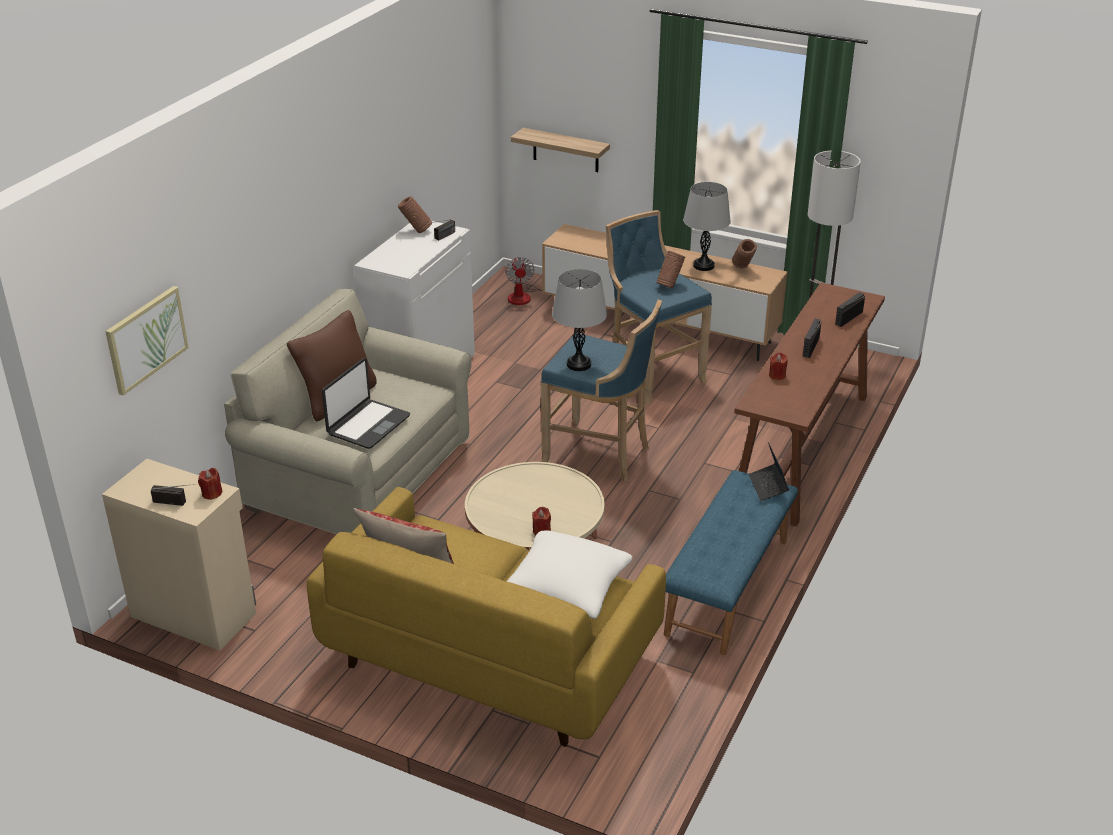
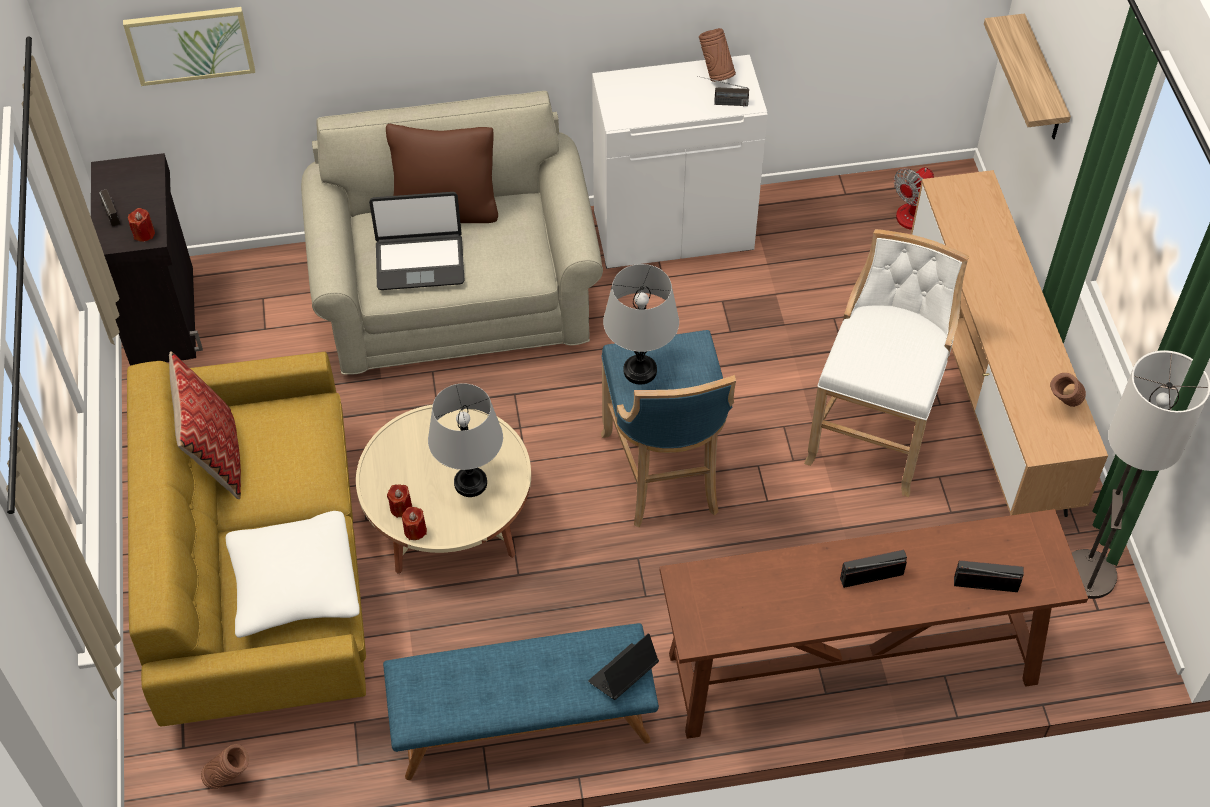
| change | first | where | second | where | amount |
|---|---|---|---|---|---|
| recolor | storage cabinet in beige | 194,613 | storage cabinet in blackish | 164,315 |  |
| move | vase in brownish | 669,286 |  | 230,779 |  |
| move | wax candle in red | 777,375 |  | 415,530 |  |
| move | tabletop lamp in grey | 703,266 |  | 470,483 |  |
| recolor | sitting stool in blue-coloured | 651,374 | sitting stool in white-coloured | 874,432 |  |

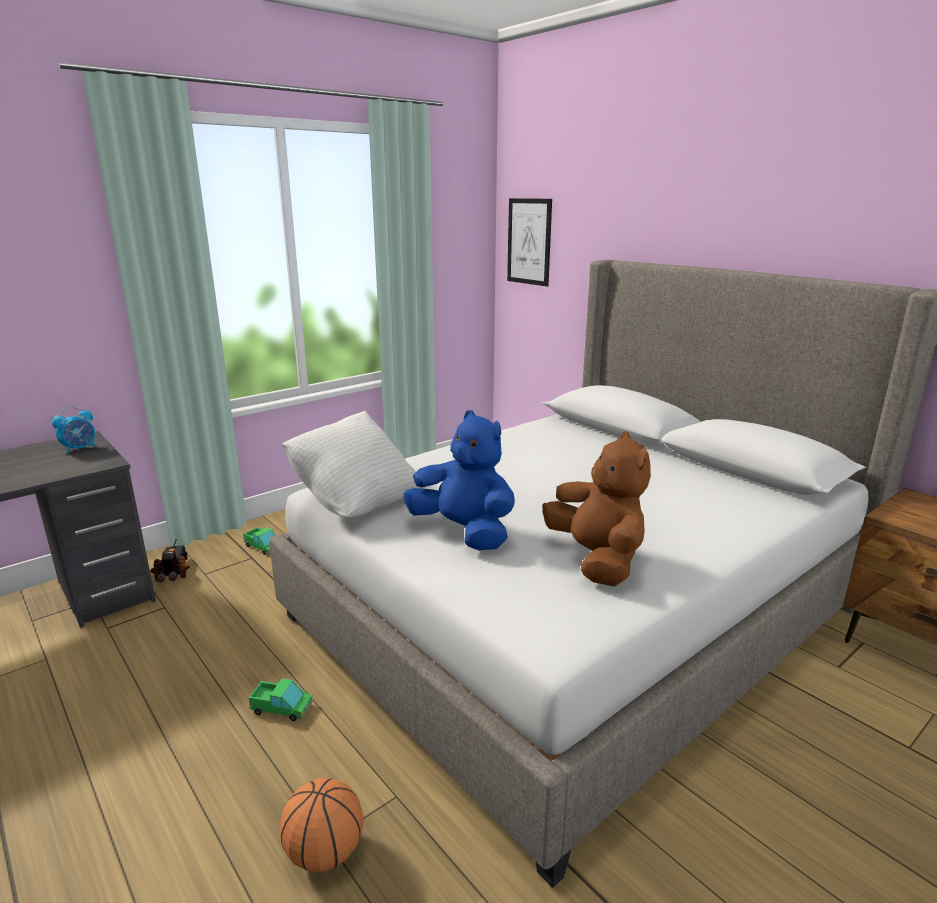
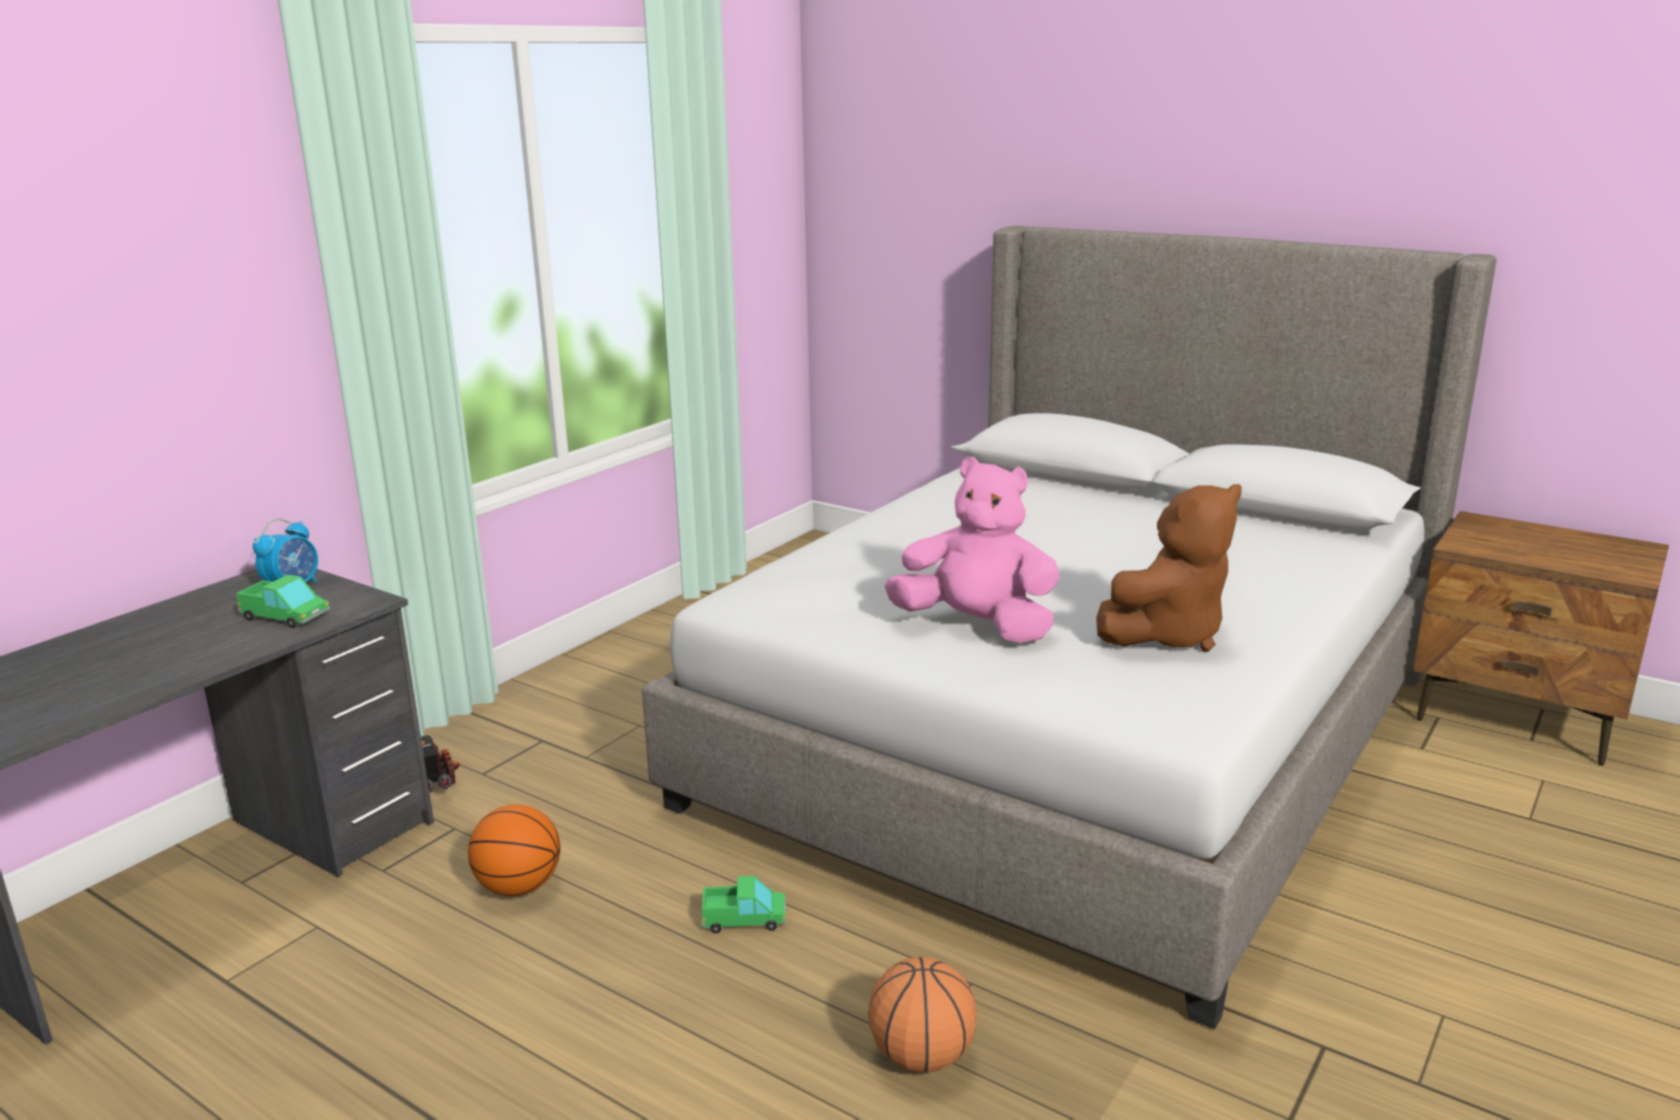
| change | first | where | second | where | amount |
|---|---|---|---|---|---|
| move | model truck | 263,547 |  | 285,616 |  |
| insert |  |  | ball for basketball | 519,887 |  |
| recolor | plush toy in blue-coloured | 464,532 | plush toy in pink-coloured | 977,626 |  |
| rotate | plush toy in brownish | 596,560 |  | 1167,635 | 90 degrees clockwise |
| delete | pillow in white-coloured | 356,500 |  |  |  |
| delete | wall art | 529,241 |  |  |  |

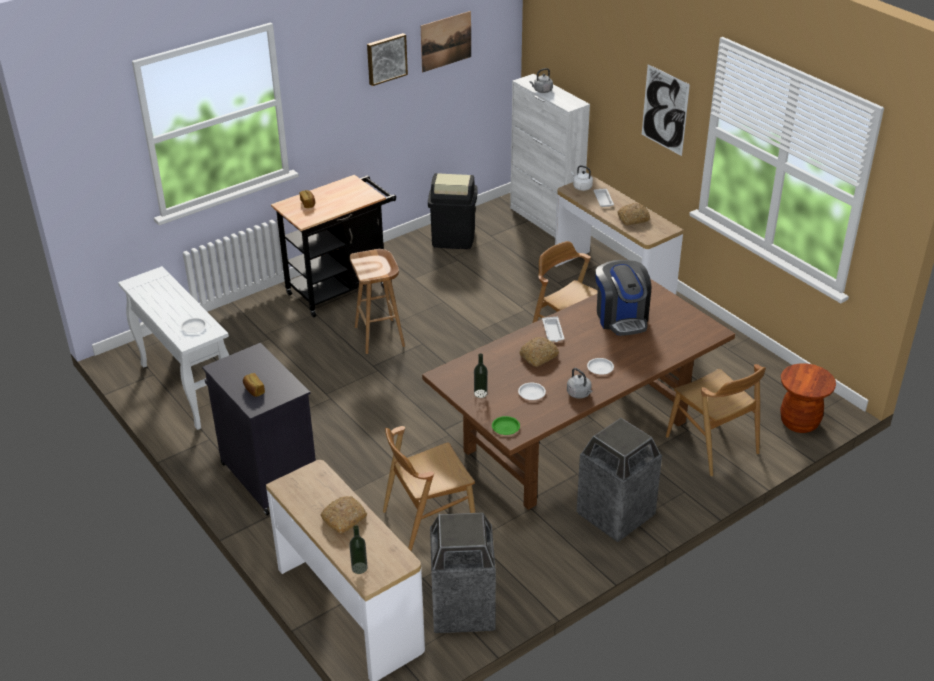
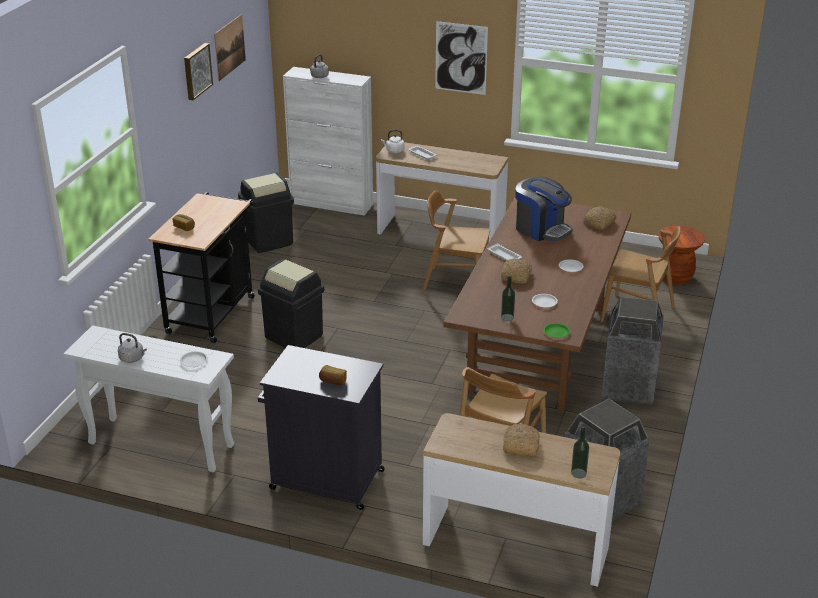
| change | first | where | second | where | amount |
|---|---|---|---|---|---|
| move | tea kettle in grey | 579,394 |  | 133,358 |  |
| replace | sitting stool in brownish | 380,336 | waste bin in blackish | 294,336 |  |
| move | baked bread | 633,219 |  | 599,223 |  |

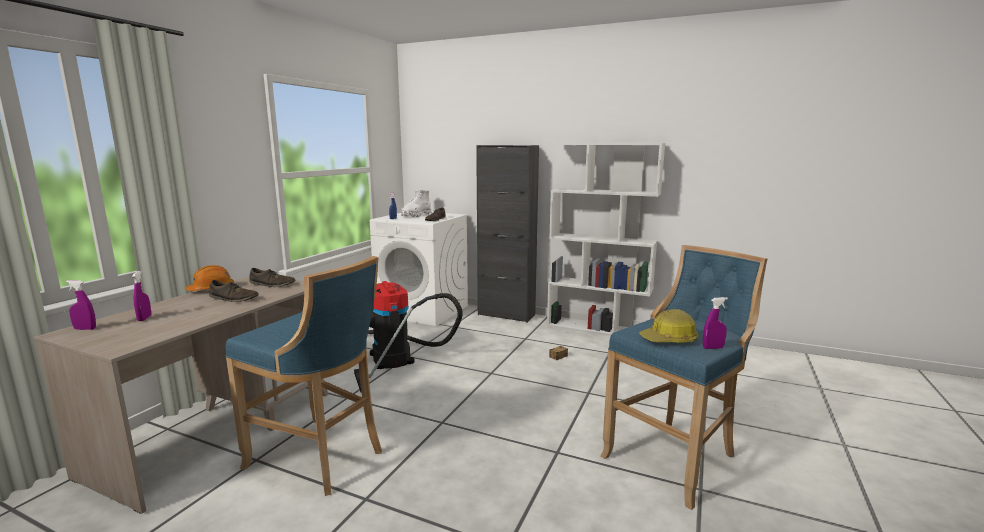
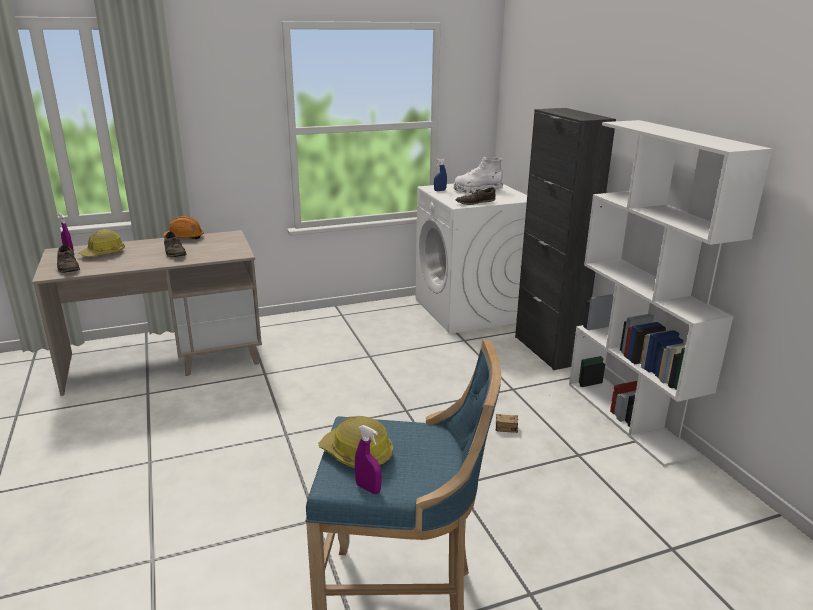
| change | first | where | second | where | amount |
|---|---|---|---|---|---|
| move | item of footwear in brownish | 272,284 |  | 68,267 |  |
| replace | spray bottle in purplish | 144,318 | work helmet | 104,253 |  |
| delete | sitting stool in blue-coloured | 320,458 |  |  |  |
| delete | hoover | 389,356 |  |  |  |

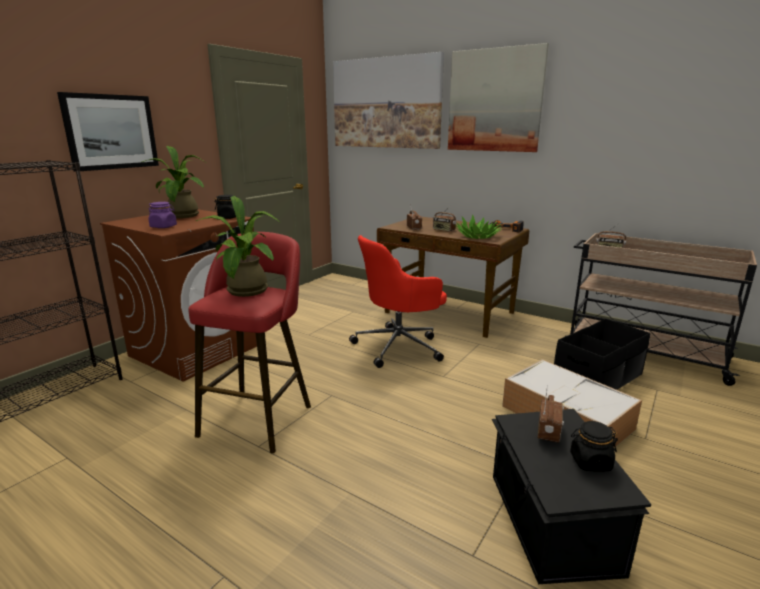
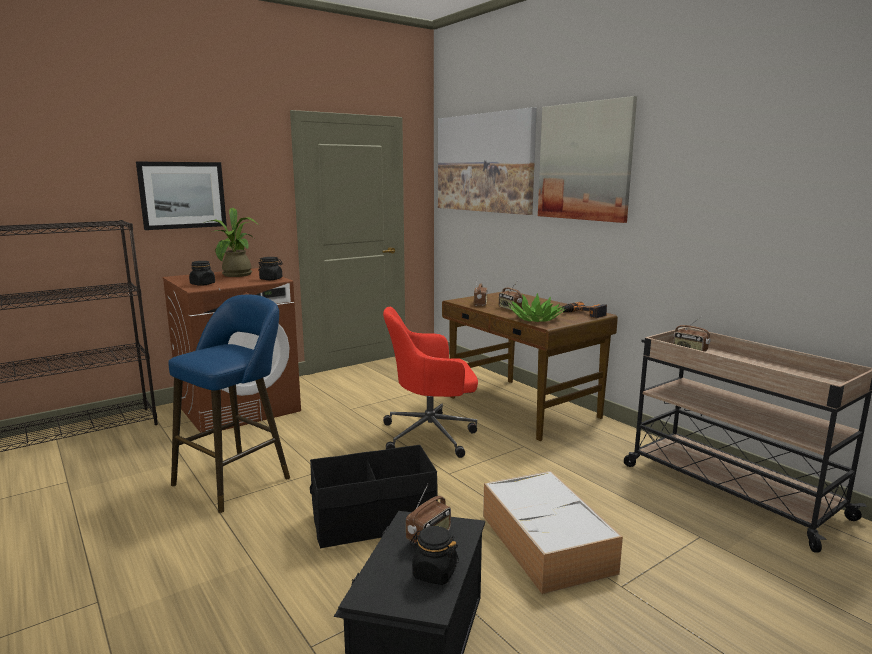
| change | first | where | second | where | amount |
|---|---|---|---|---|---|
| recolor | sitting stool in red | 259,417 | sitting stool in blue-coloured | 237,479 |  |
| recolor | storage jar in purplish | 163,227 | storage jar in blackish | 203,284 |  |
| move | storage bin in blackish | 598,379 |  | 374,521 |  |
| delete | plant in a pot | 246,292 |  |  |  |

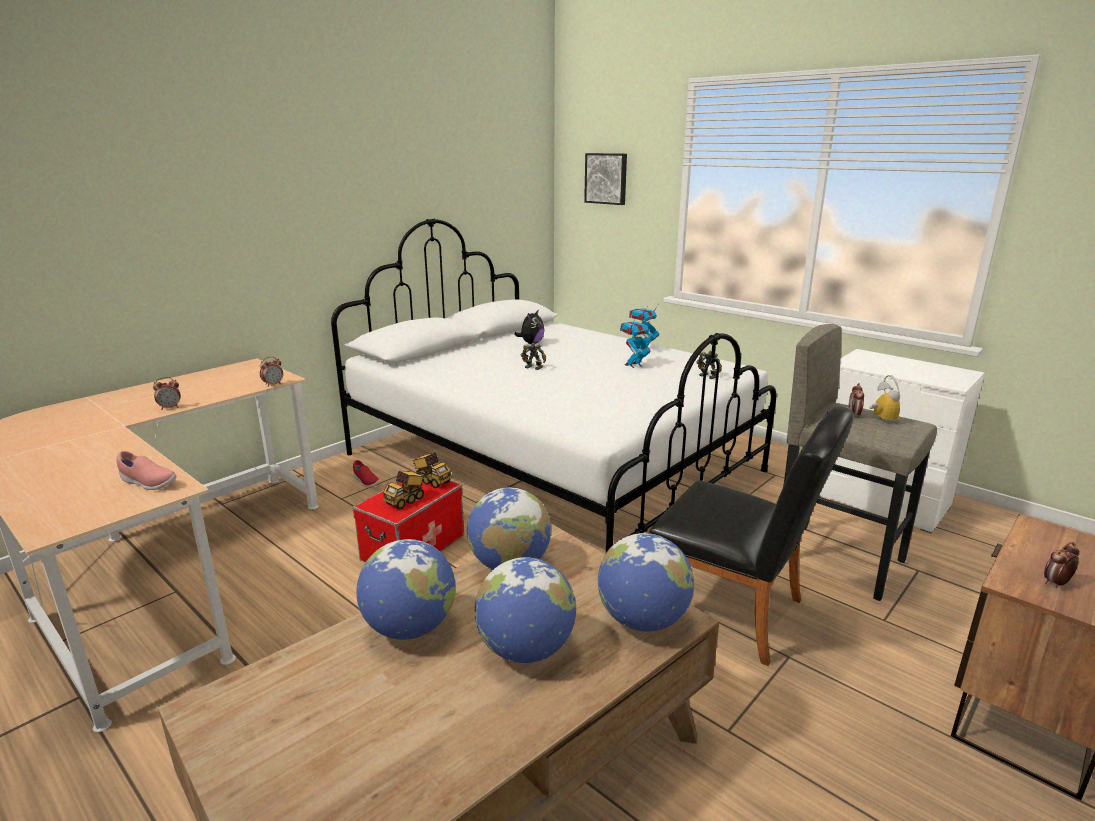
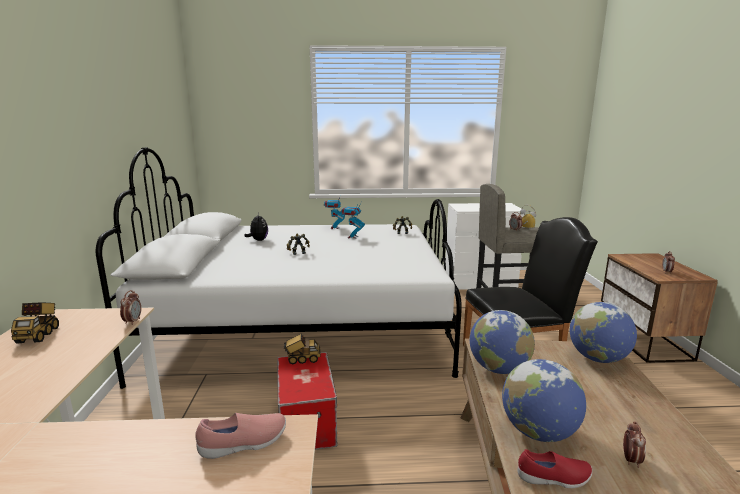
| change | first | where | second | where | amount |
|---|---|---|---|---|---|
| move | model truck | 405,501 |  | 39,335 |  |
| move | item of footwear in red | 366,482 |  | 554,479 |  |
| move | alarm clock | 170,407 |  | 631,460 |  |
| delete | world globe | 526,649 |  |  |  |
| delete | wall art | 606,178 |  |  |  |

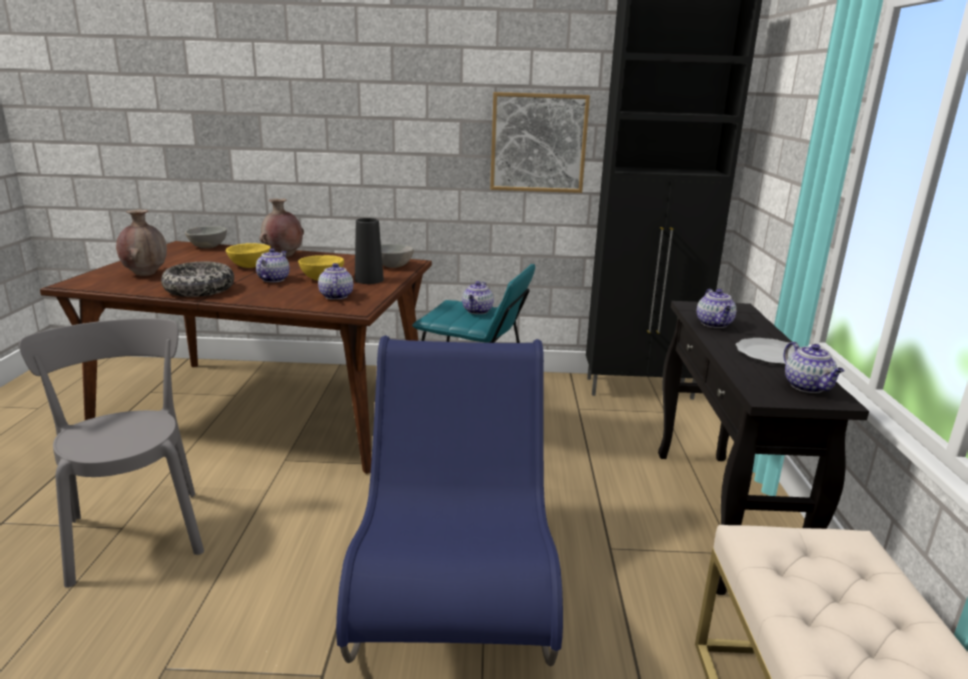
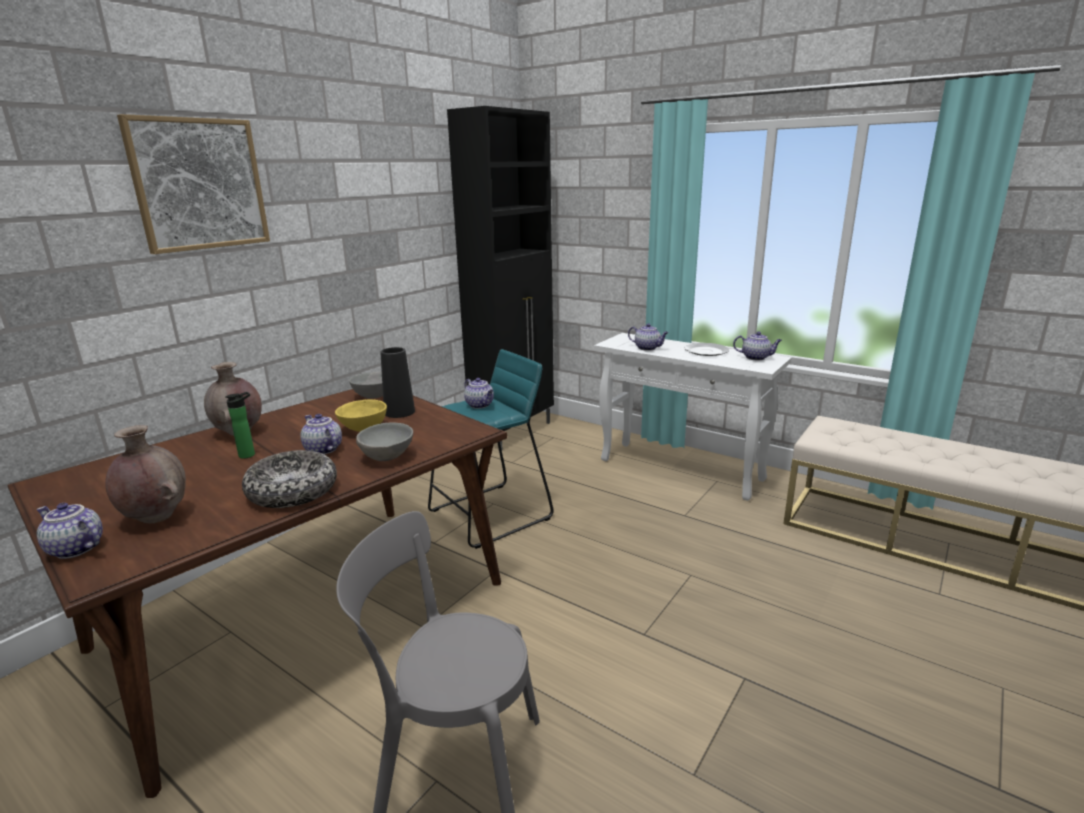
| change | first | where | second | where | amount |
|---|---|---|---|---|---|
| move | tea pot | 335,296 |  | 74,549 |  |
| move | wall art | 538,143 |  | 199,184 |  |
| replace | serving bowl in yellow-coloured | 249,267 | bottle | 249,454 |  |
| move | serving bowl in grey | 208,247 |  | 388,457 |  |
| recolor | narrow table in blackish | 721,517 | narrow table in white-coloured | 682,470 |  |
| delete | upright chair in blue-coloured | 454,583 |  |  |  |

